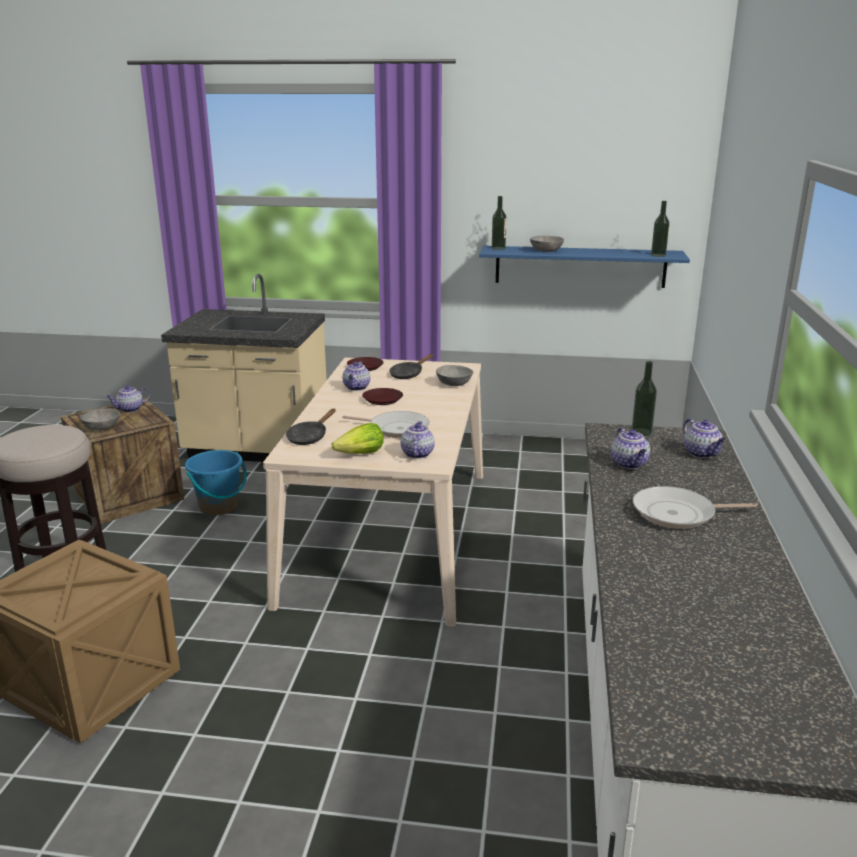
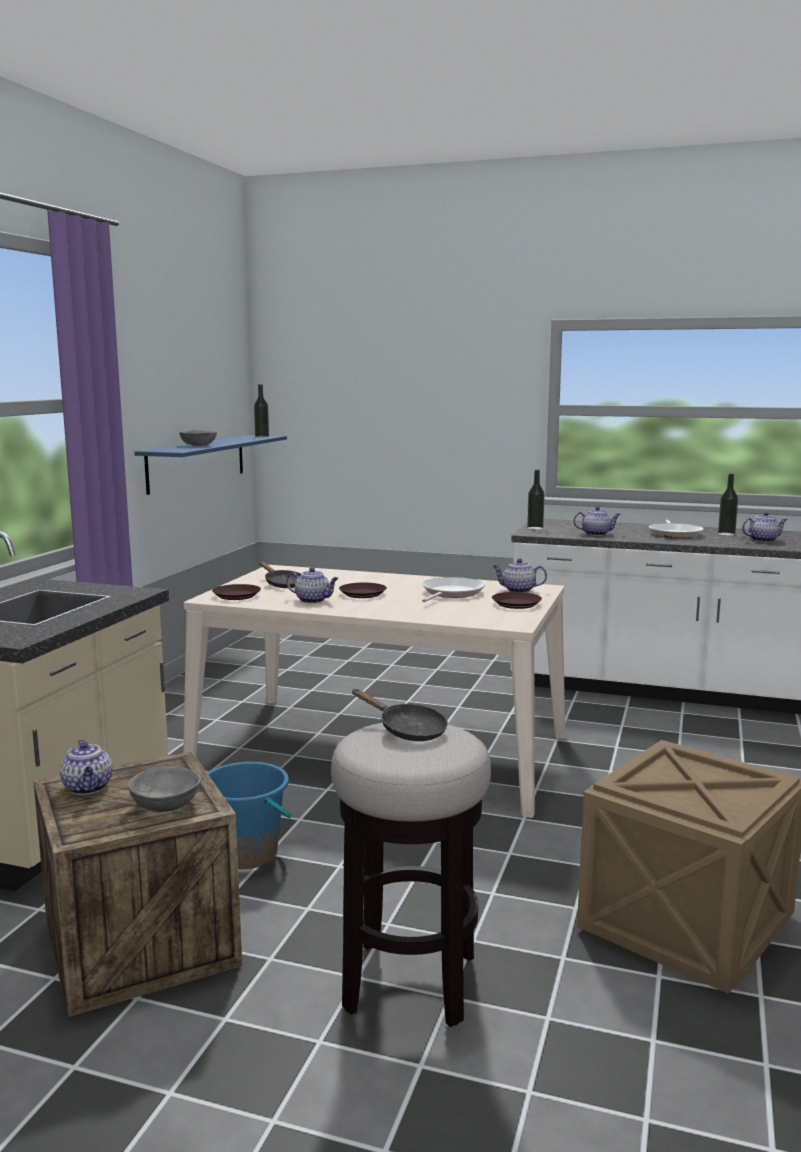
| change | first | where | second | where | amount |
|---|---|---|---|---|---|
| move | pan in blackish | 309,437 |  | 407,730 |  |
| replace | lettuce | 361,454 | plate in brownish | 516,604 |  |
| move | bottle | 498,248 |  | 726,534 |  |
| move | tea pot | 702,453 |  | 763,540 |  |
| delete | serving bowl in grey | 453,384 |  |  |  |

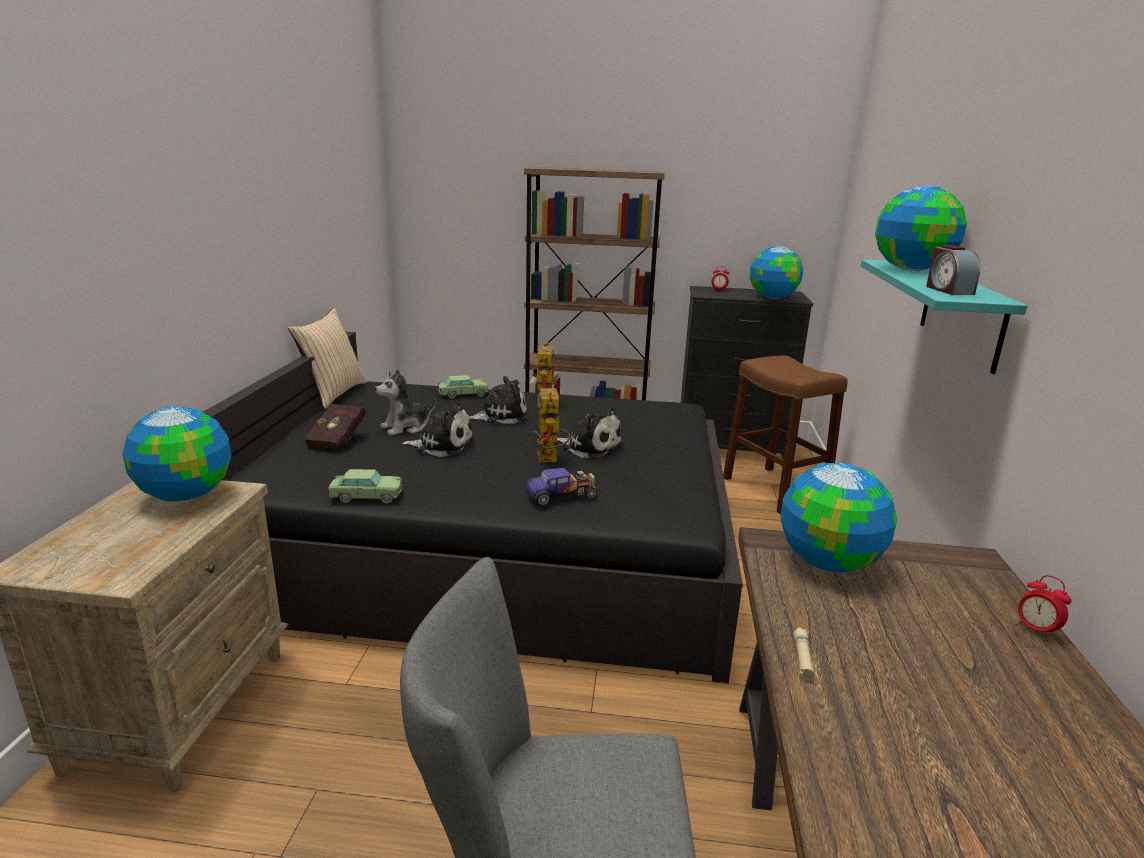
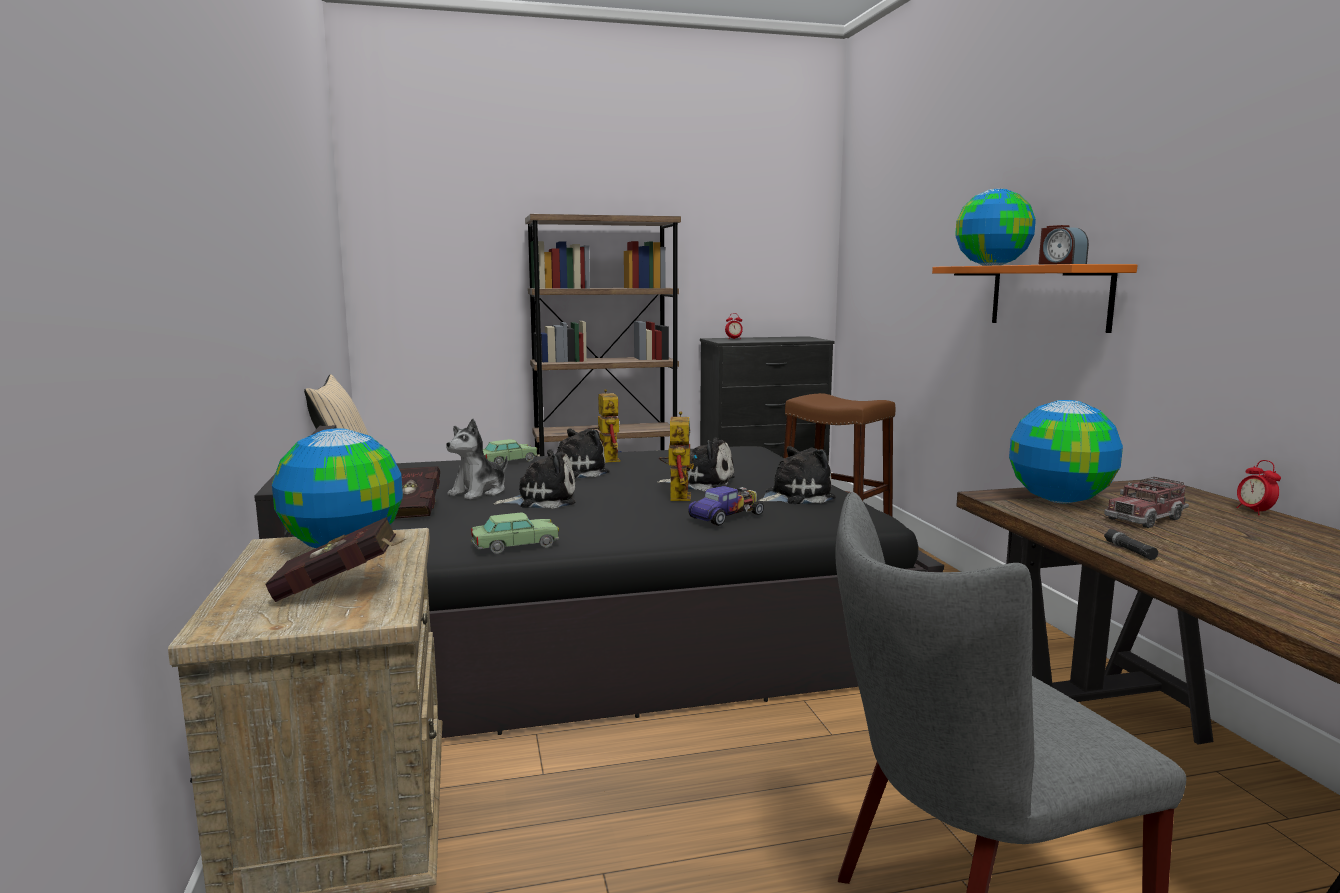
| change | first | where | second | where | amount |
|---|---|---|---|---|---|
| insert |  |  | volume in red | 342,589 |  |
| rotate | toy robot | 550,459 |  | 677,495 | 150 degrees counterclockwise |
| insert |  |  | plush toy | 795,496 |  |
| recolor | shelf in turquoise | 961,314 | shelf in orangey | 1049,296 |  |
| insert |  |  | model truck | 1145,518 |  |
| recolor | hand torch in beige | 802,658 | hand torch in blackish | 1129,550 |  |
| rotate | alarm clock | 1035,630 |  | 1254,512 | 45 degrees clockwise |
| delete | world globe | 772,298 |  |  |  |

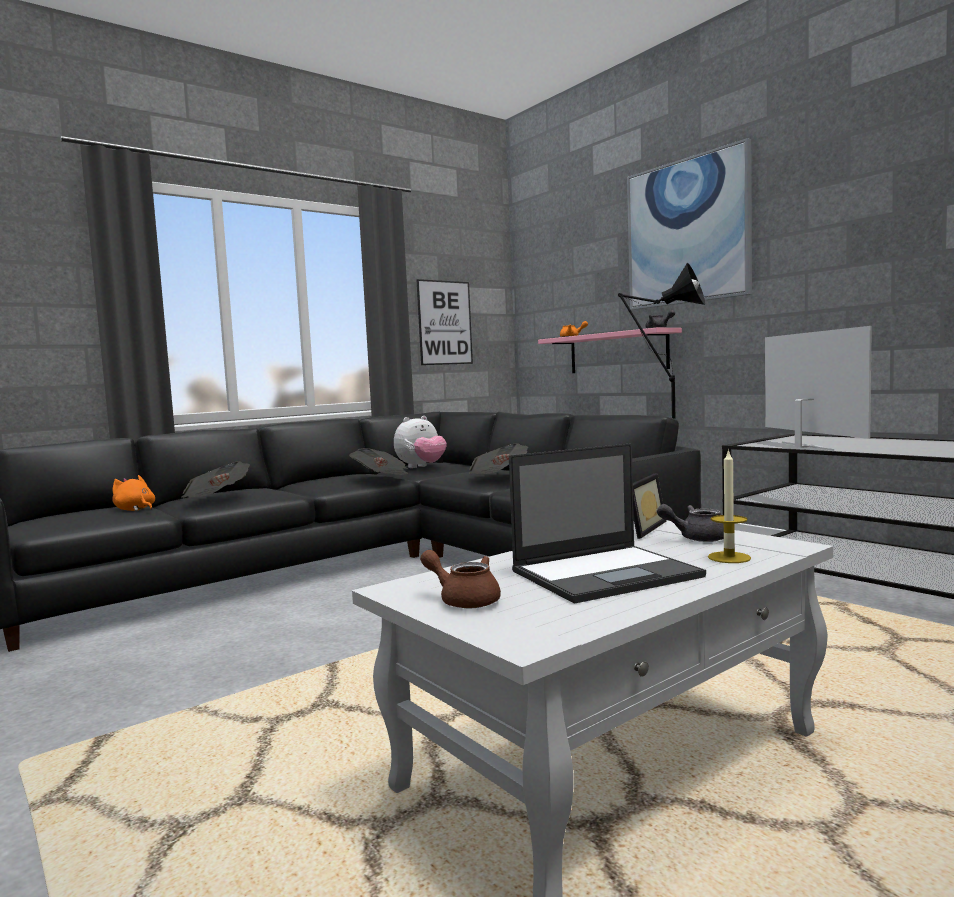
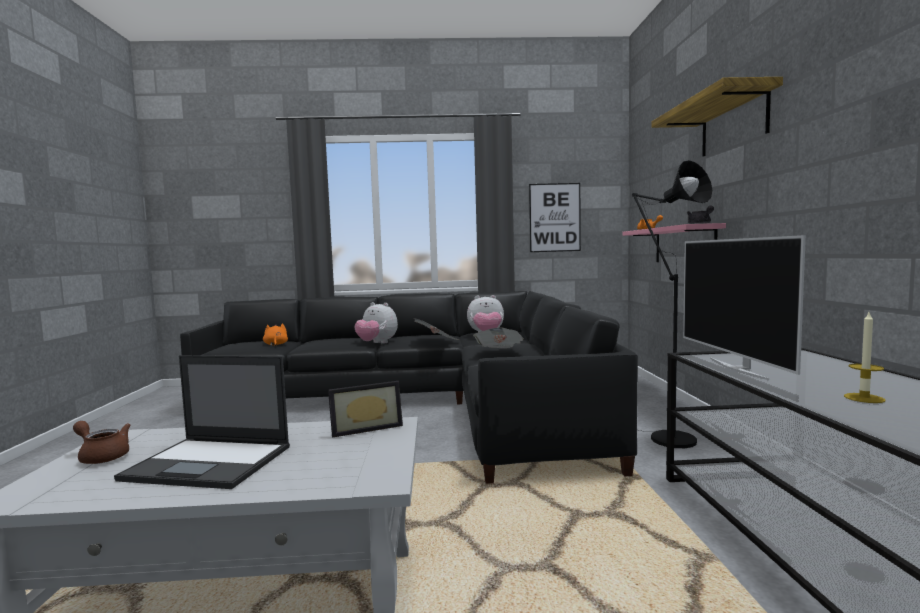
| change | first | where | second | where | amount |
|---|---|---|---|---|---|
| rotate | tea pot in brownish | 464,600 |  | 102,456 | 45 degrees counterclockwise |
| insert |  |  | plush toy | 377,343 |  |
| replace | wall art | 687,232 | shelf | 733,123 |  |
| rotate | television | 805,446 |  | 738,368 | 150 degrees clockwise |
| move | wax candle | 729,557 |  | 864,398 |  |
| delete | daily paper | 217,499 |  |  |  |
| delete | tea pot in grey | 696,538 |  |  |  |

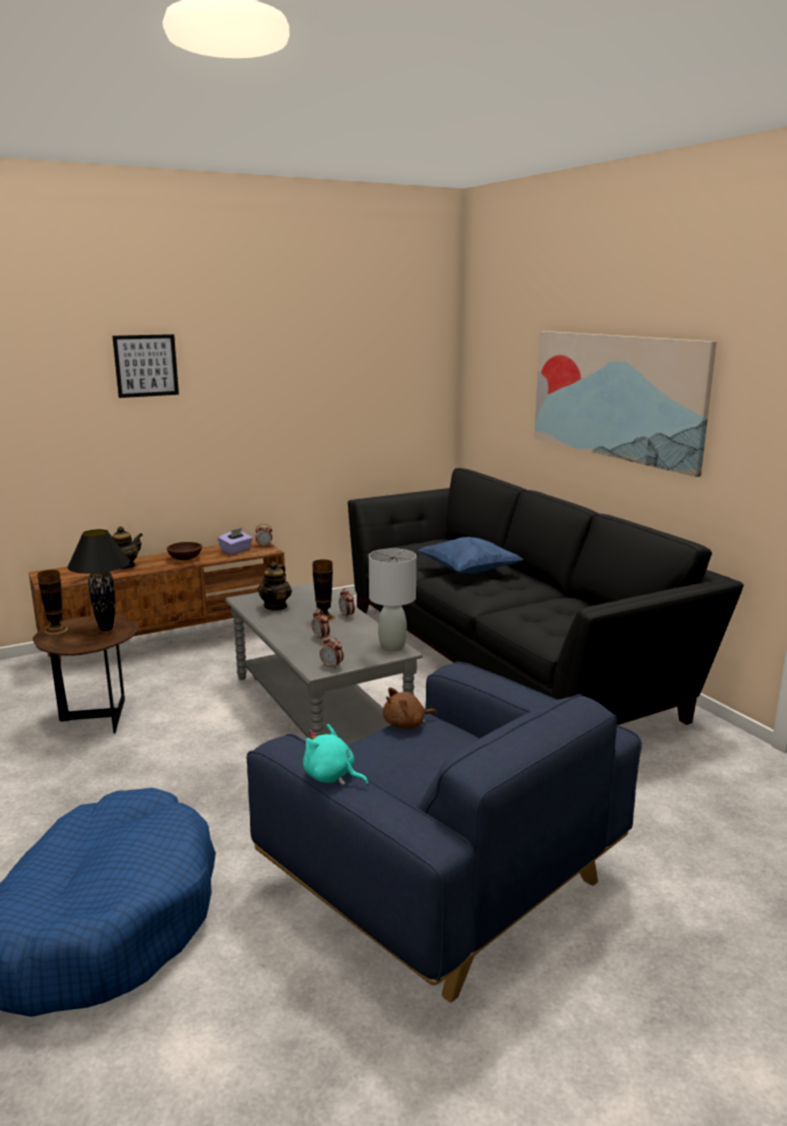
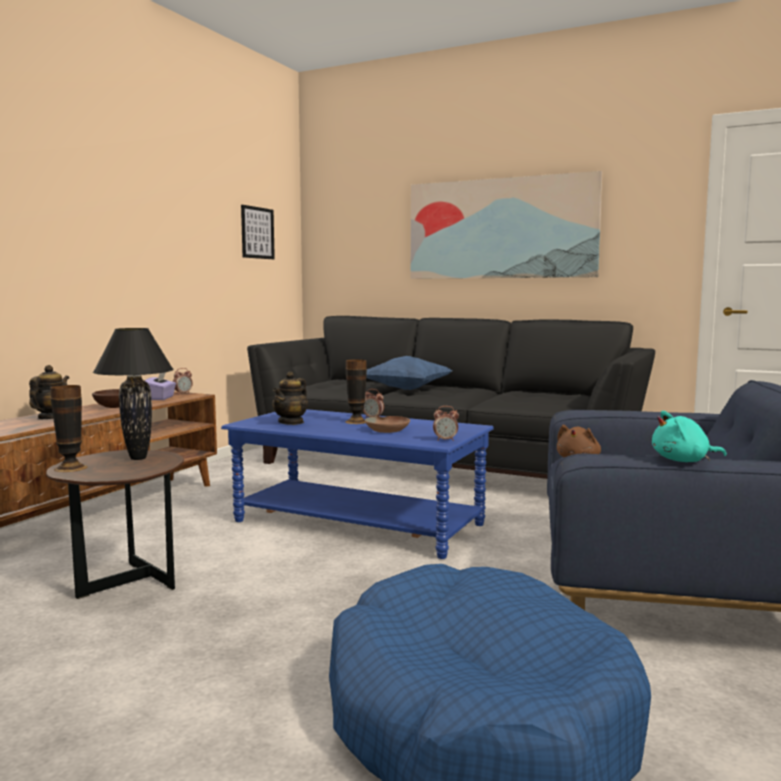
| change | first | where | second | where | amount |
|---|---|---|---|---|---|
| recolor | coffee table in grey | 318,709 | coffee table in blue-coloured | 358,523 |  |
| move | wall art | 146,365 |  | 257,233 |  |
| rotate | tea pot | 276,606 |  | 291,422 | 45 degrees clockwise |
| replace | alarm clock | 321,638 | serving bowl in brownish | 388,430 |  |
| delete | tabletop lamp in grey | 392,646 |  |  |  |

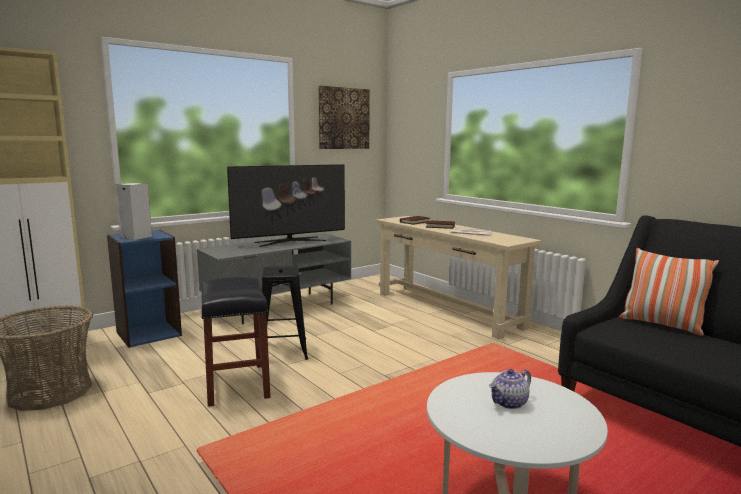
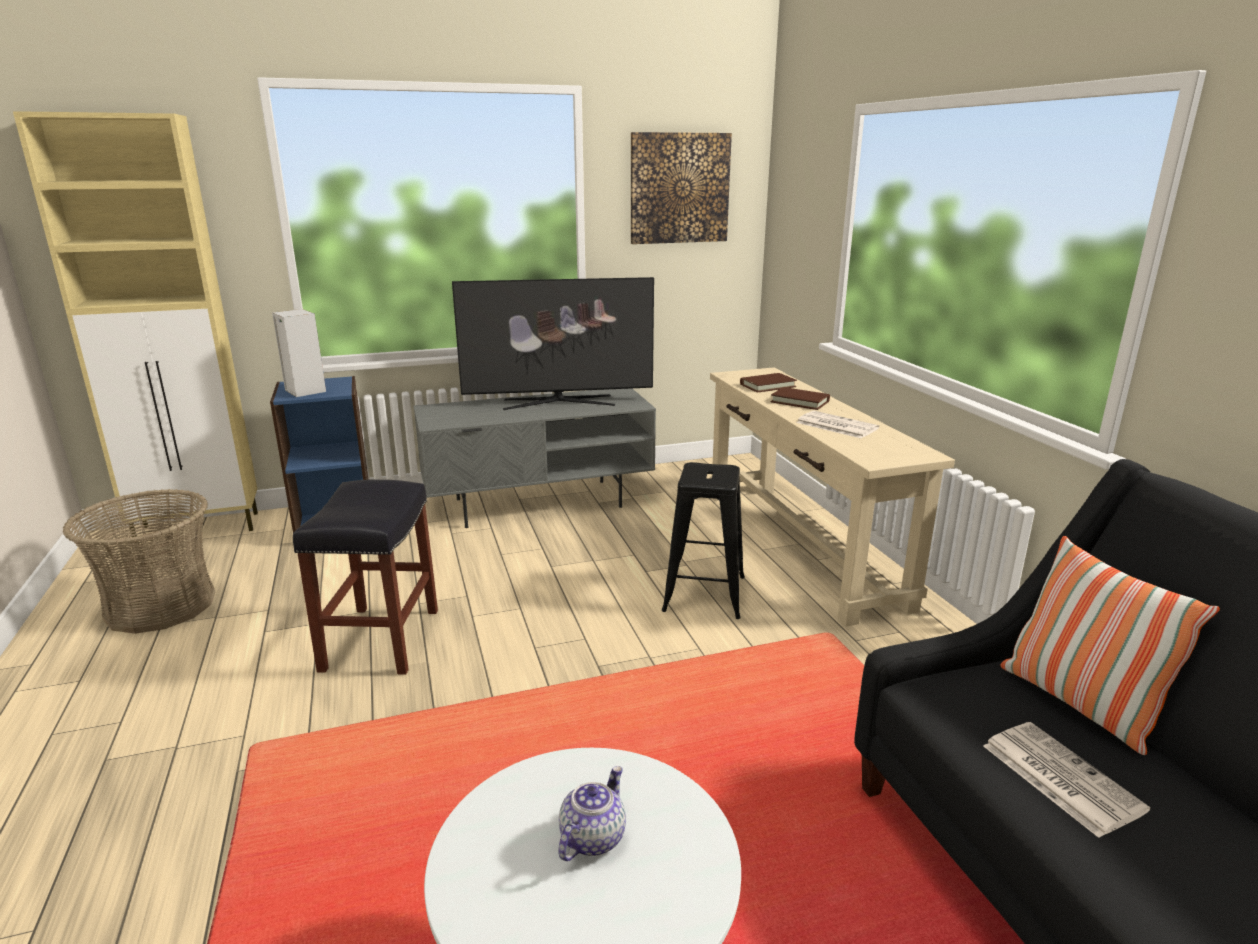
| change | first | where | second | where | amount |
|---|---|---|---|---|---|
| rotate | tea pot | 509,403 |  | 592,837 | 135 degrees clockwise |
| move | sitting stool in blackish | 283,350 |  | 704,593 |  |
| insert |  |  | daily paper | 1058,776 |  |

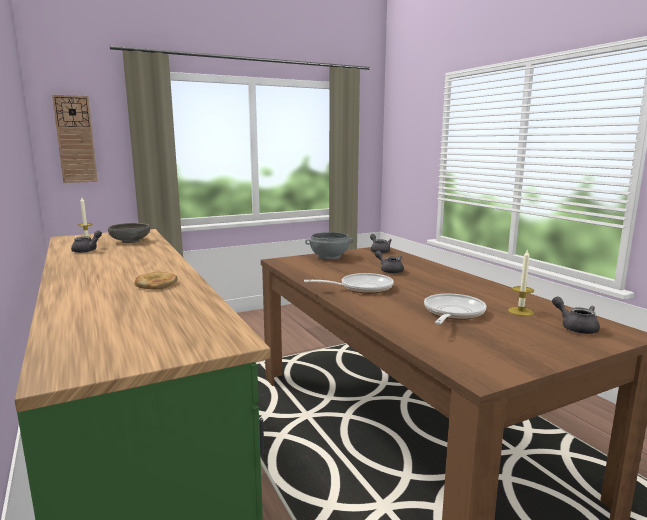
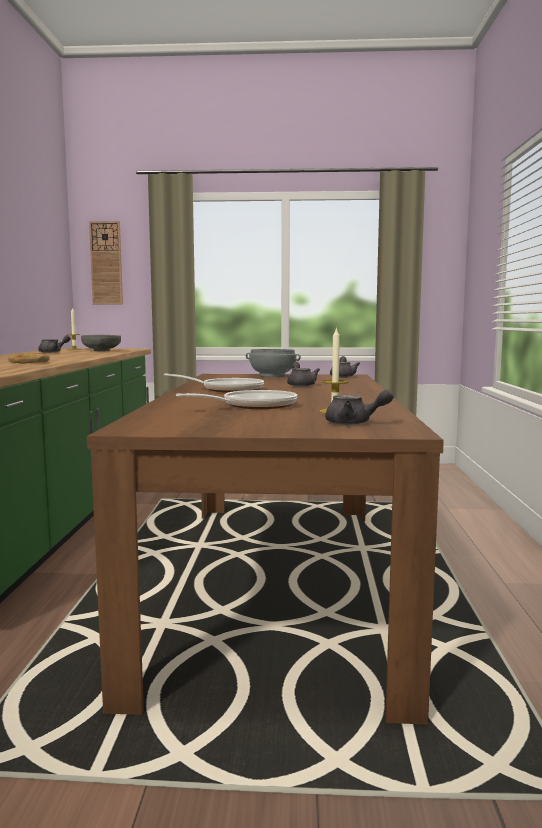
| change | first | where | second | where | amount |
|---|---|---|---|---|---|
| rotate | tea pot in grey | 575,327 |  | 354,423 | 105 degrees clockwise |

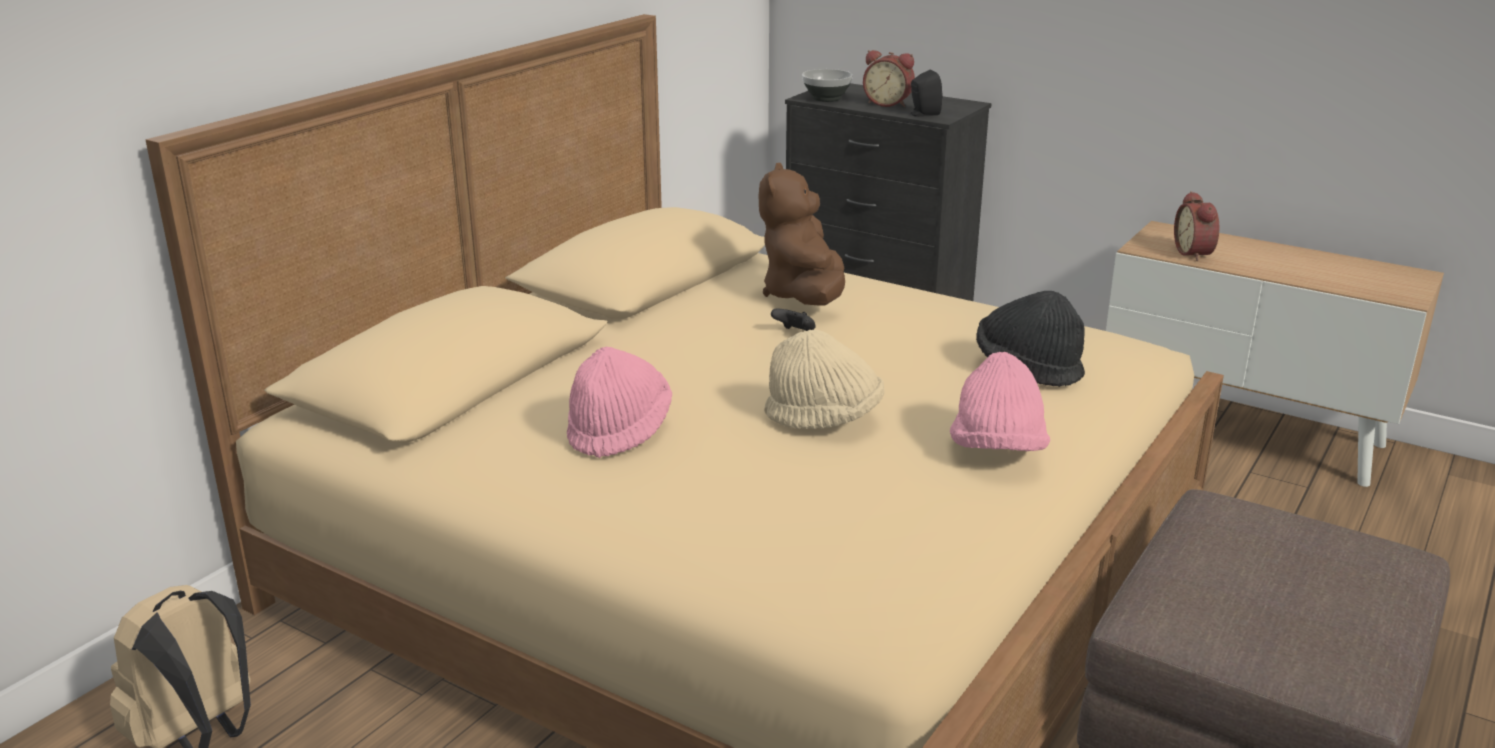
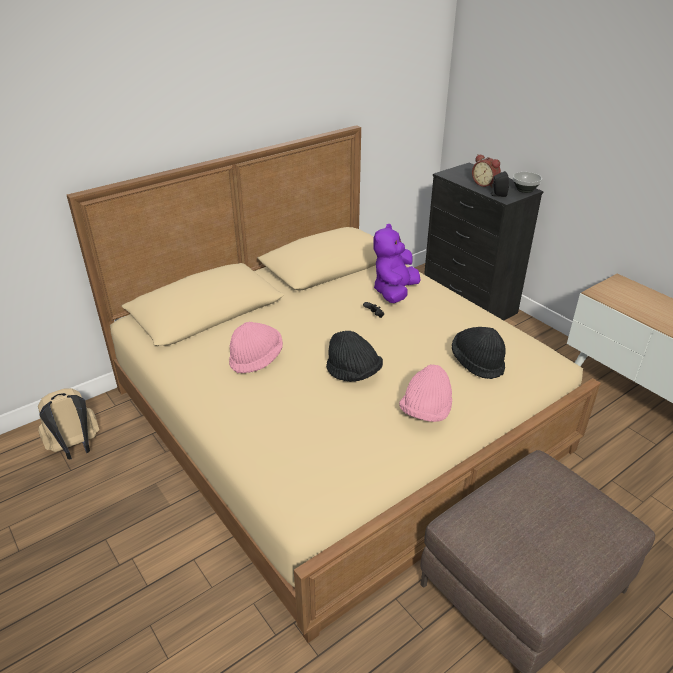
| change | first | where | second | where | amount |
|---|---|---|---|---|---|
| recolor | hat in beige | 824,419 | hat in blackish | 353,373 |  |
| recolor | plush toy in brownish | 804,297 | plush toy in purplish | 394,292 |  |
| move | serving bowl | 827,98 |  | 525,190 |  |
| delete | alarm clock | 1195,253 |  |  |  |

